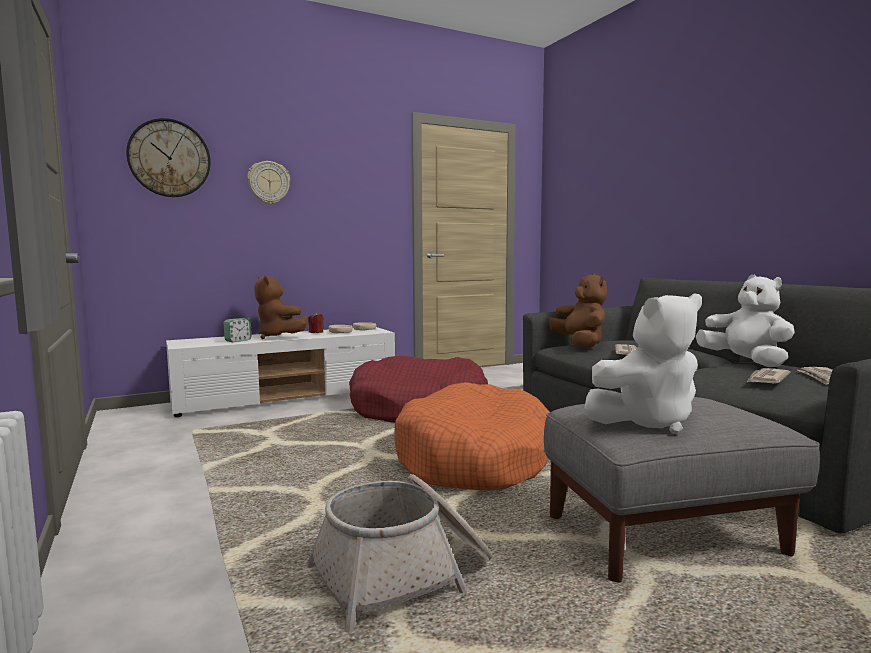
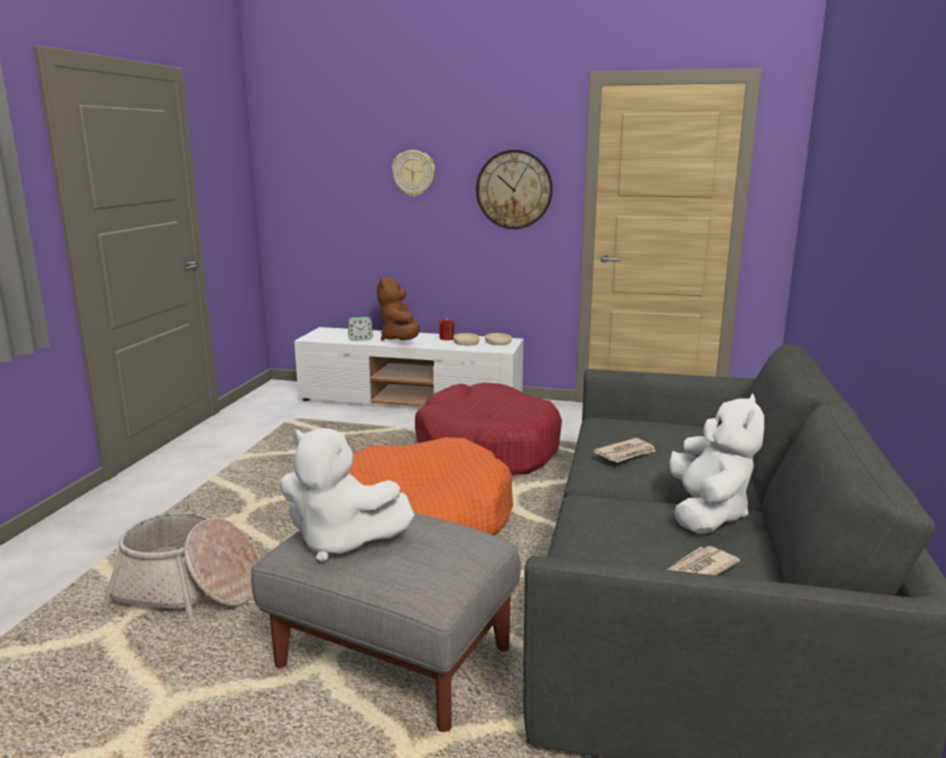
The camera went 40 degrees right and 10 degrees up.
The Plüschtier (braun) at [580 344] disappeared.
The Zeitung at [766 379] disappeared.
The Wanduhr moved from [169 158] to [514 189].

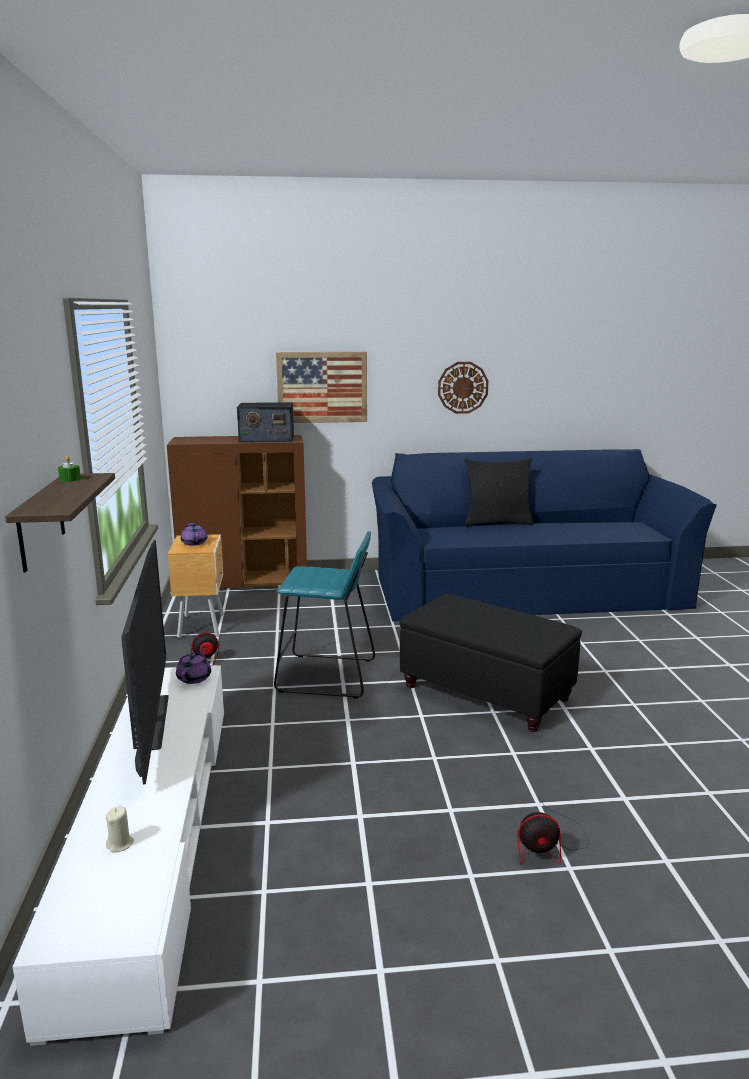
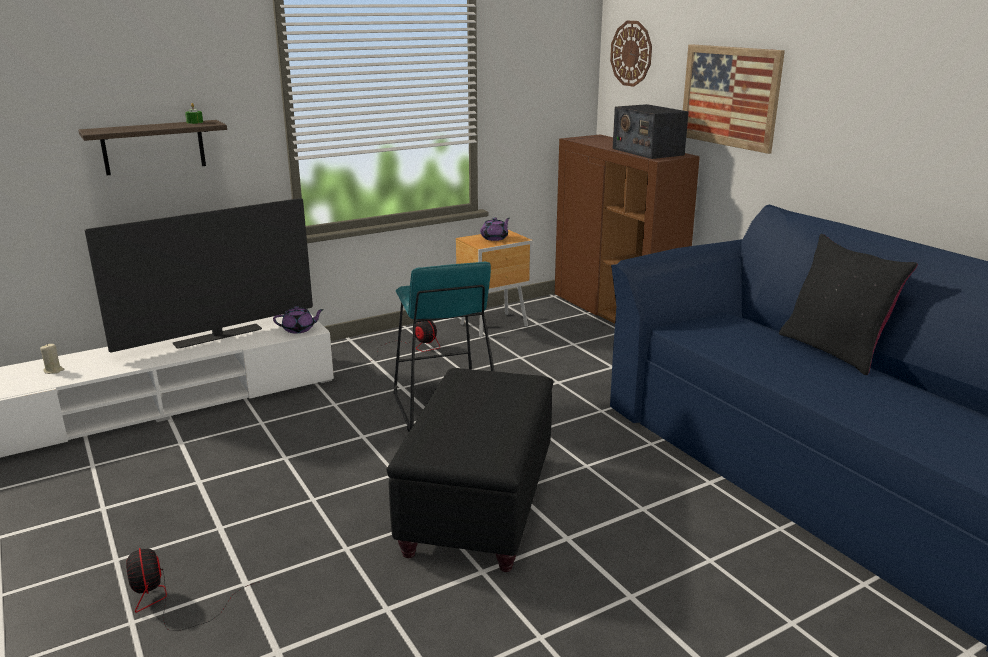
The camera went 65 degrees right and 5 degrees up.
The Wanduhr moved from [463 387] to [631 53].

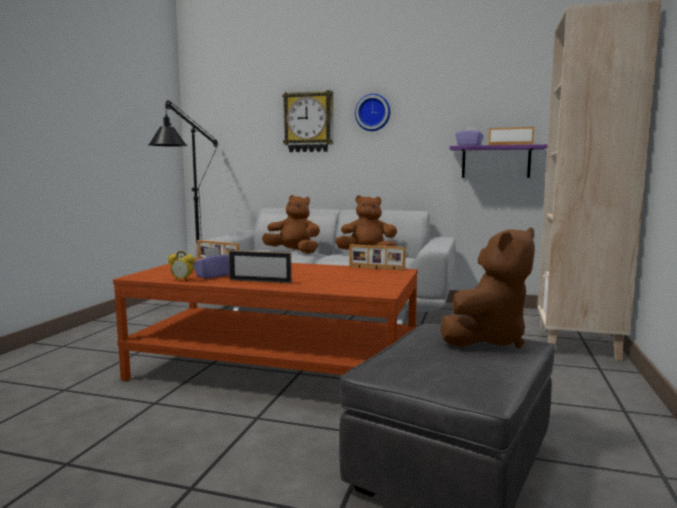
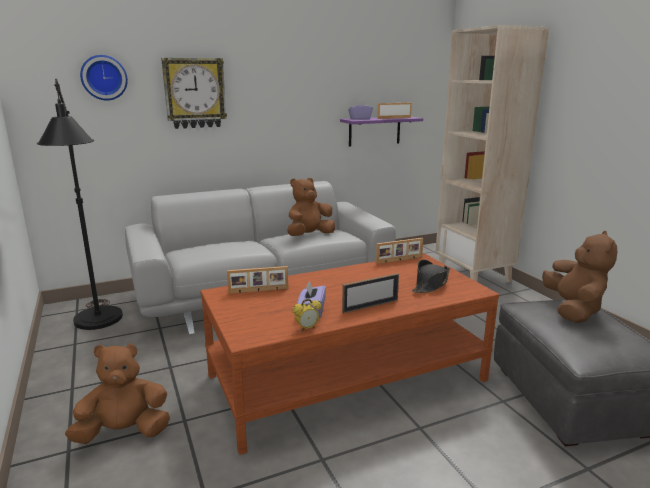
The camera went 40 degrees left and 10 degrees up.
The Hut (schwarz) at [431 284] appeared.
The Plüschtier (braun) moved from [294 252] to [124 432].
The Wanduhr moved from [373 112] to [104 77].

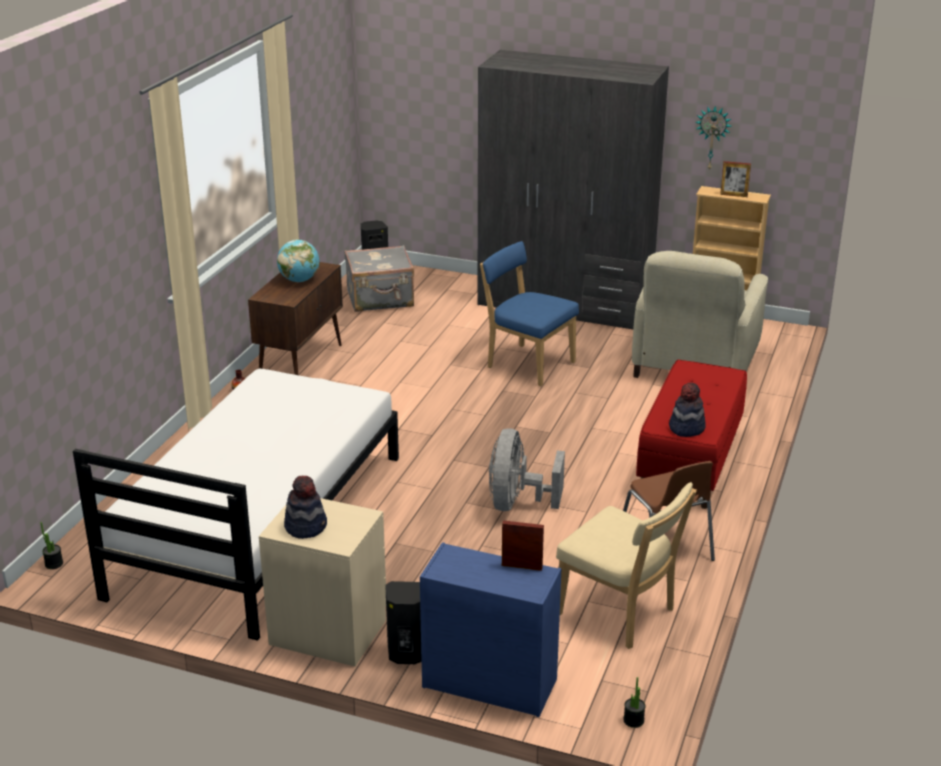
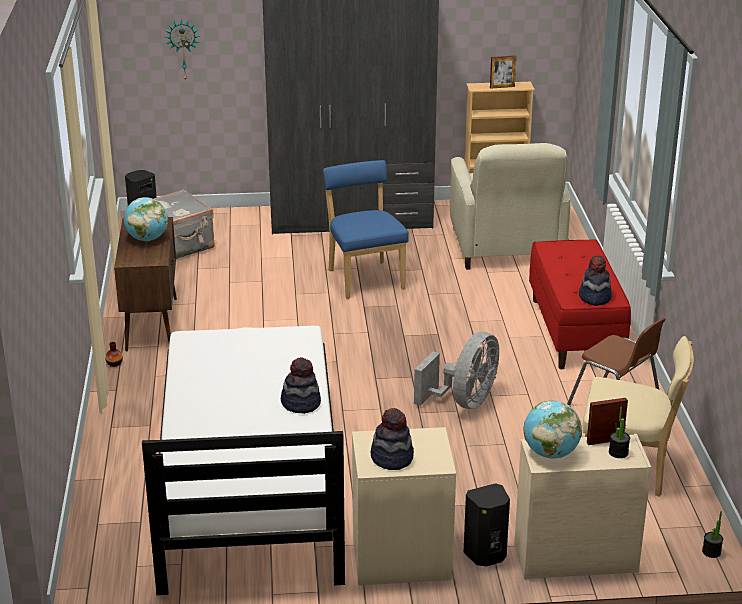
The camera went 25 degrees left and 0 degrees up.
The Hut at [301 403] appeared.
The Globus at [550 453] appeared.
The Topfpflanze moved from [54 564] to [618 452].
The Wanduhr moved from [712 137] to [183 49].
The Kommode (blau) at [488 683] became the Kommode (beige) at [573 558].
The Stuhl (blau) at [527 364] turned 60 degrees clockwise.
The Ventilator (grau) at [517 503] turned 135 degrees counterclockwise.

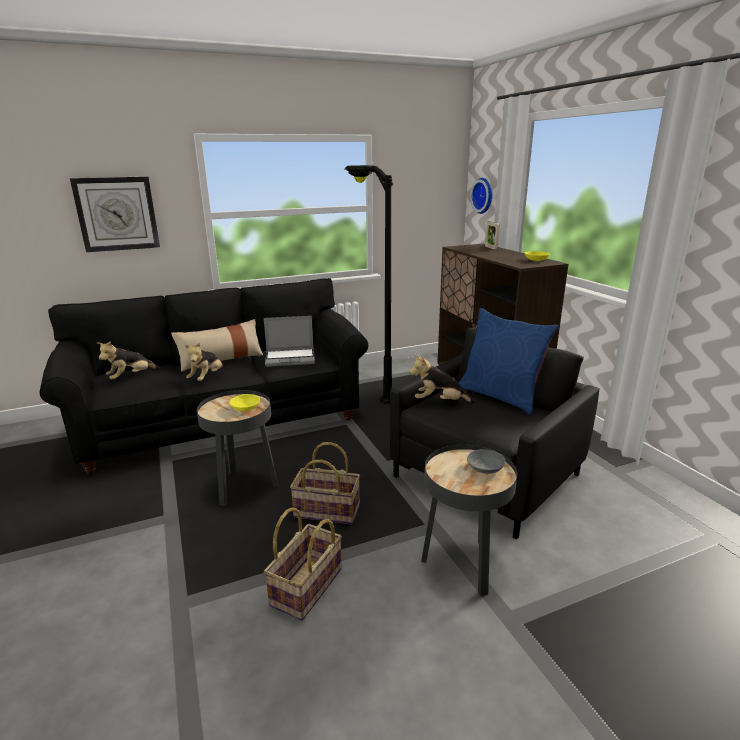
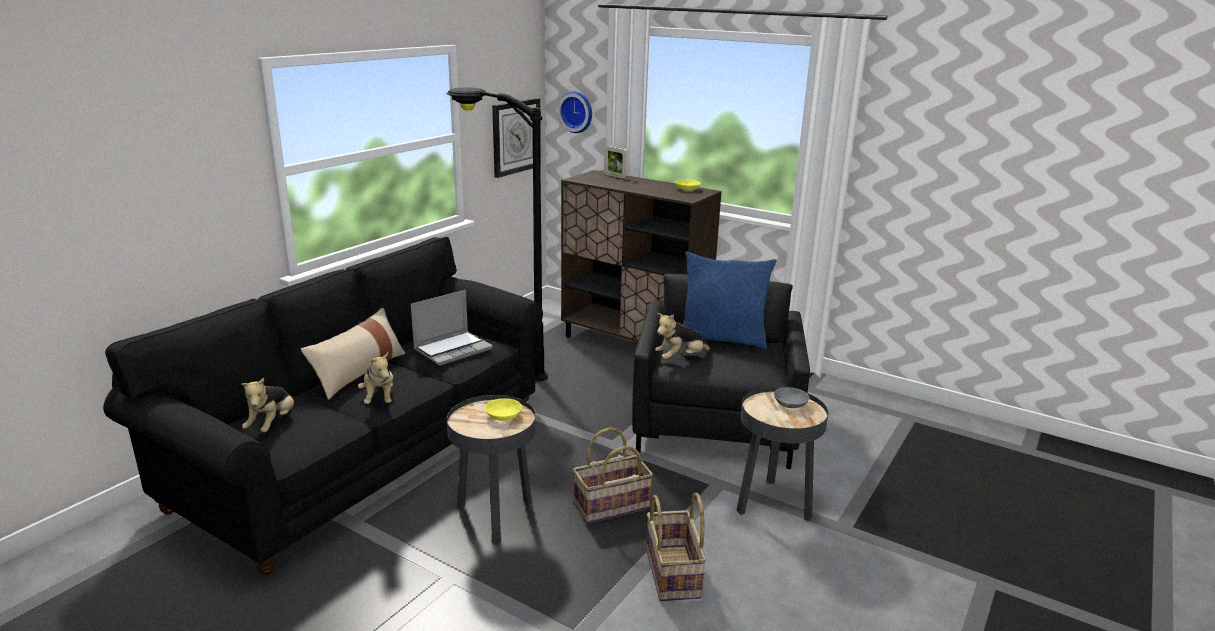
The camera went 35 degrees left and 0 degrees up.
The Wanduhr moved from [117 214] to [516 137].

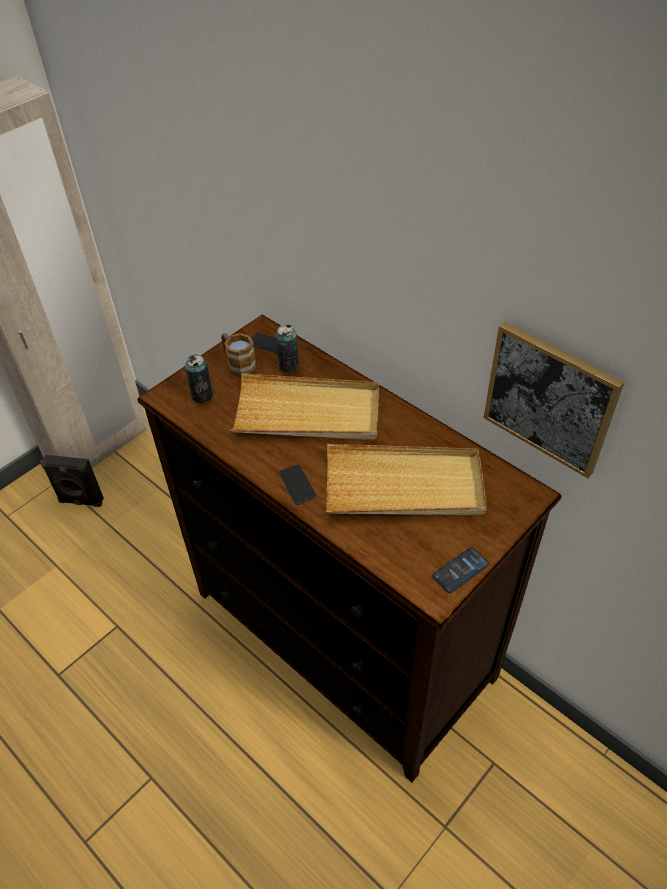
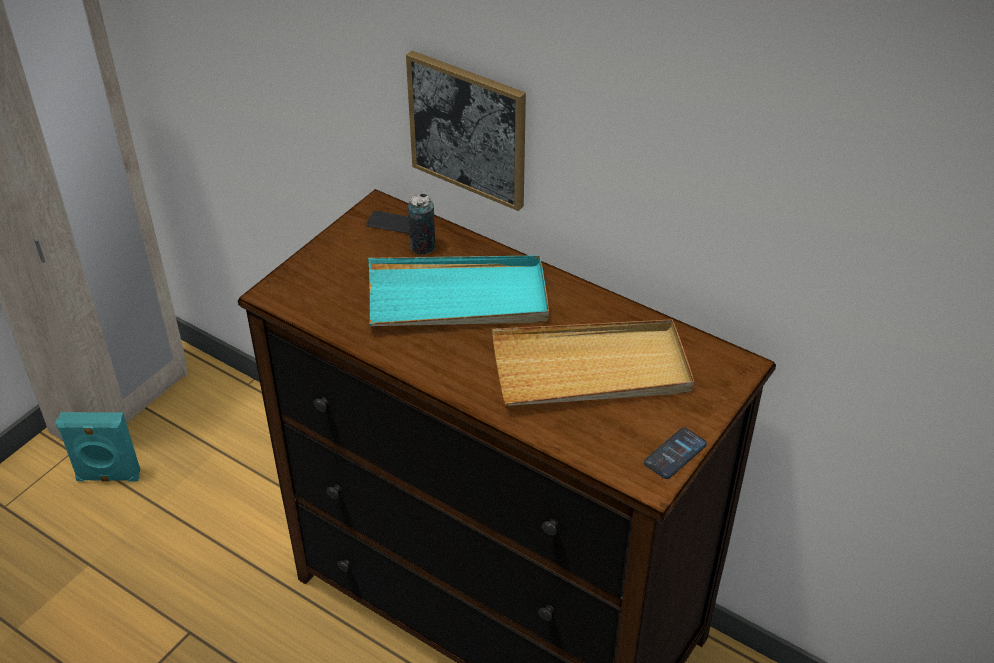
The camera went 10 degrees left and 5 degrees down.
The Dose at [202 396] disappeared.
The Henkelbecher at [238 363] disappeared.
The Handy at [297 485] disappeared.
The Bild moved from [549 399] to [468 129].
The Lautsprecher (schwarz) at [80 501] became the Lautsprecher (türkis) at [108 477].
The Tablett (beige) at [307 412] became the Tablett (türkis) at [458 298].

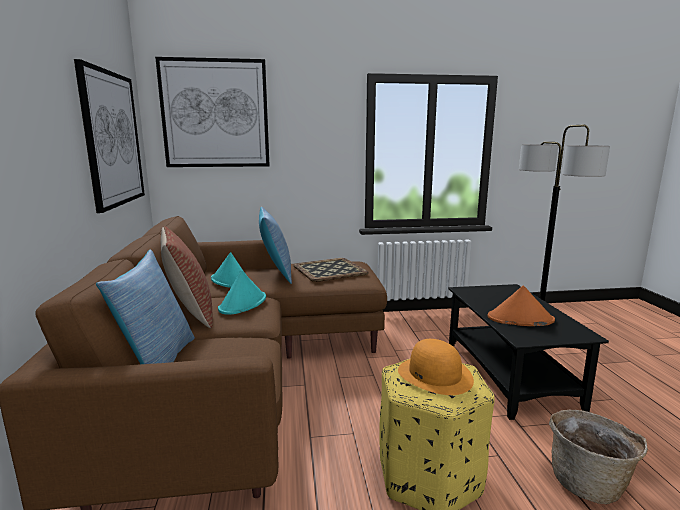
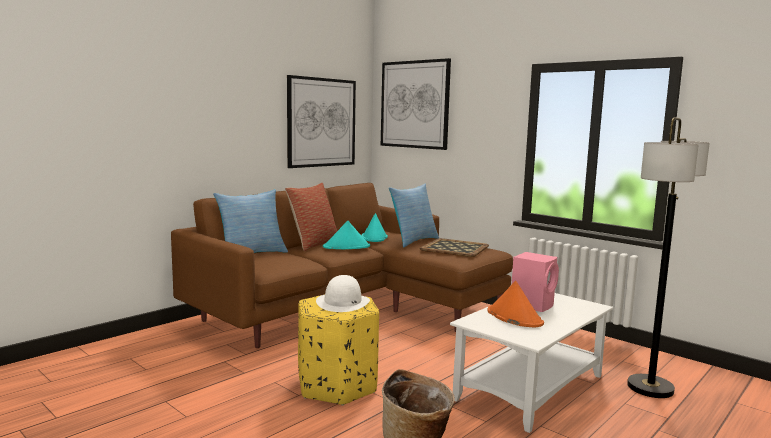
The camera went 50 degrees right and 5 degrees down.
The Lautsprecher (rosa) at [533 304] appeared.
The Hut (orange) at [435 375] became the Hut (weiß) at [343 302].
The Couchtisch (schwarz) at [508 373] became the Couchtisch (weiß) at [530 387].

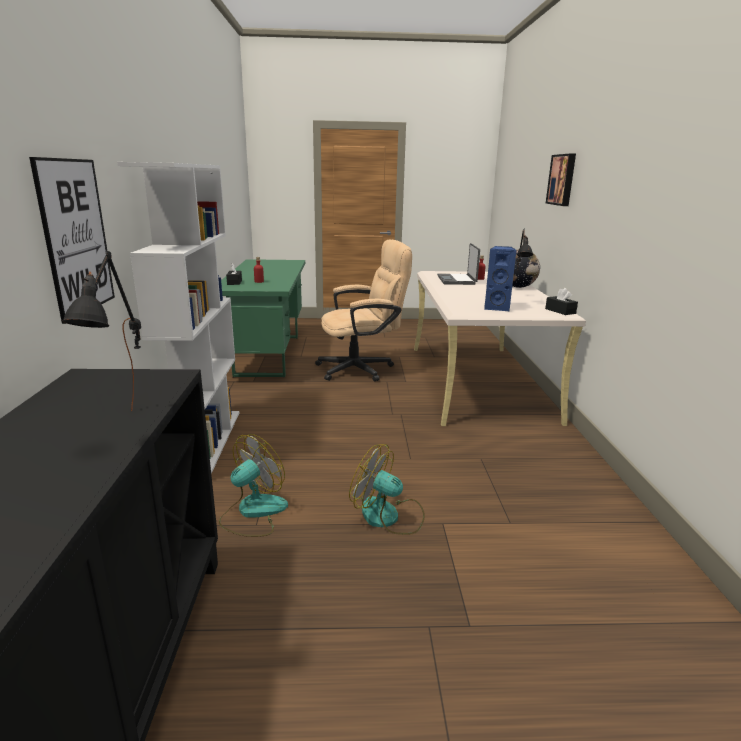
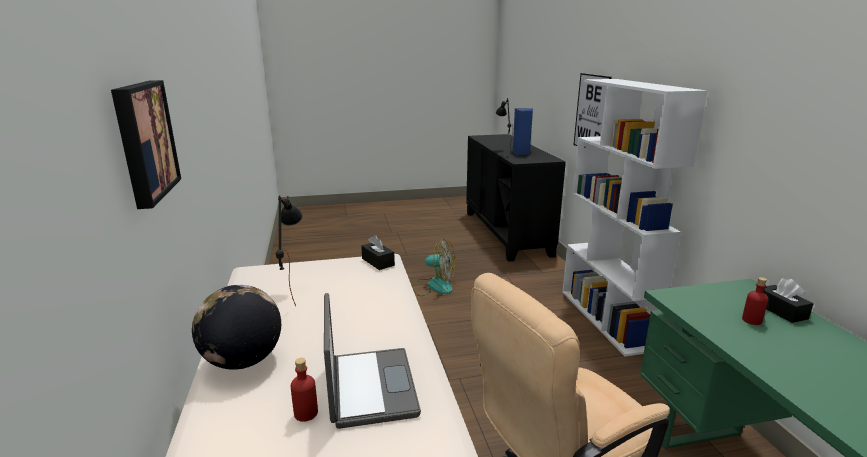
The camera went 170 degrees right and 0 degrees up.
The Ventilator at [253 512] disappeared.
The Lautsprecher (blau) moved from [497 308] to [521 153].
The Taschentuchbox (schwarz) moved from [560 311] to [378 262].

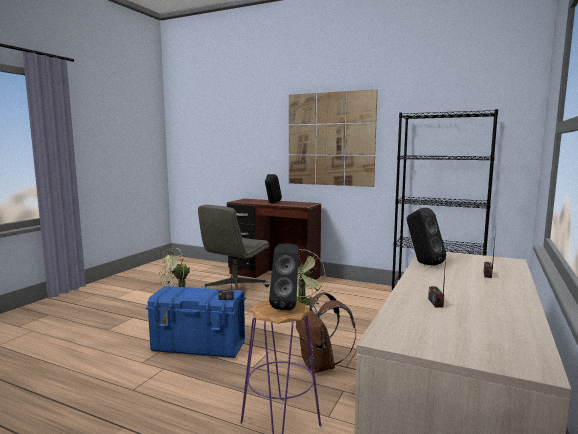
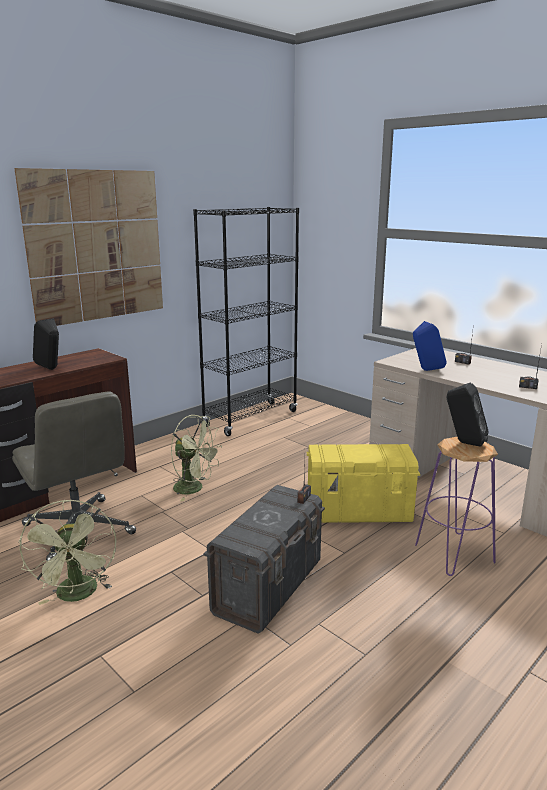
The camera went 70 degrees left and 10 degrees up.
The Rucksack (braun) at [320 366] was replaced by the Aufbewahrungsbox (gelb) at [359 511].
The Aufbewahrungsbox (blau) at [199 346] became the Aufbewahrungsbox (grau) at [269 586].
The Lautsprecher (schwarz) at [422 263] became the Lautsprecher (blau) at [426 370].

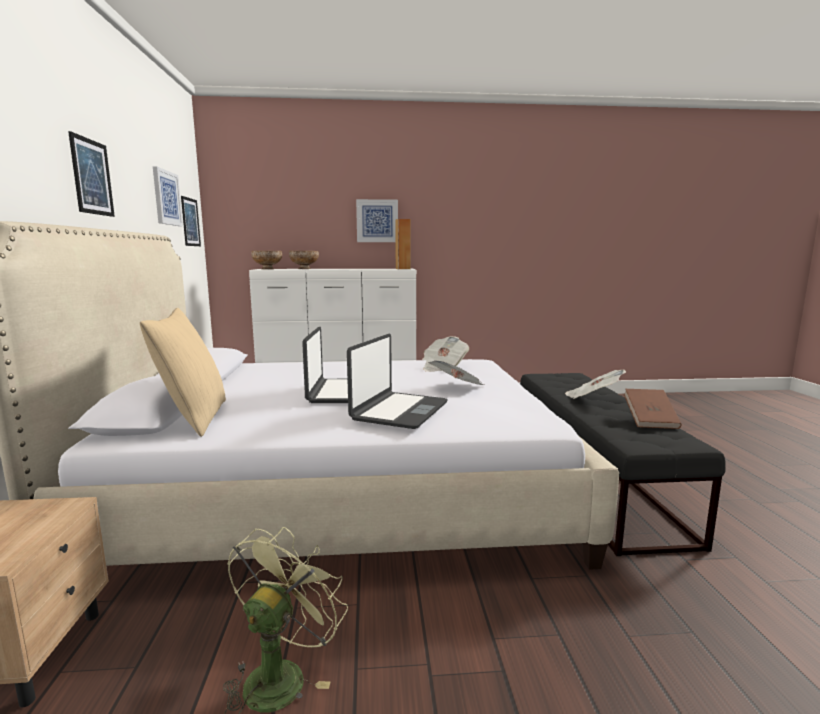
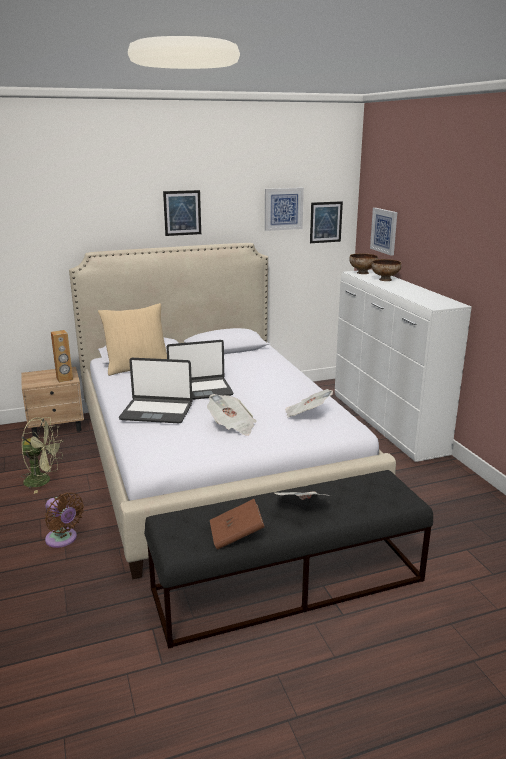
The camera went 75 degrees right and 10 degrees up.
The Ventilator (braun) at [63 539] appeared.
The Bild moved from [377 221] to [384 231].
The Lautsprecher (braun) moved from [403 269] to [64 379].

